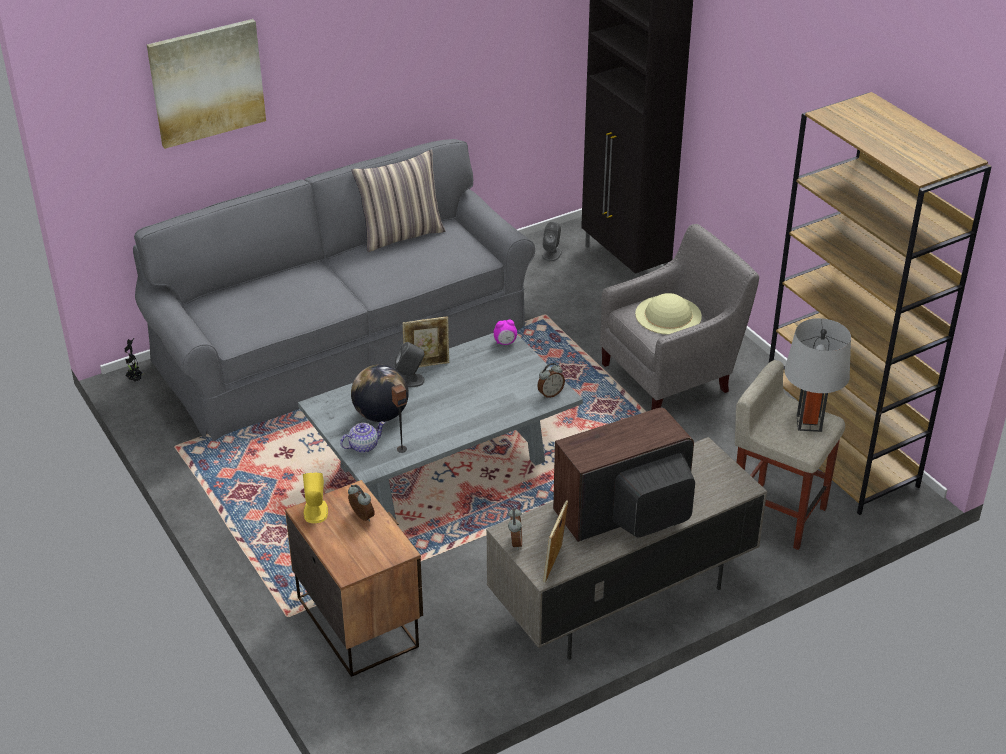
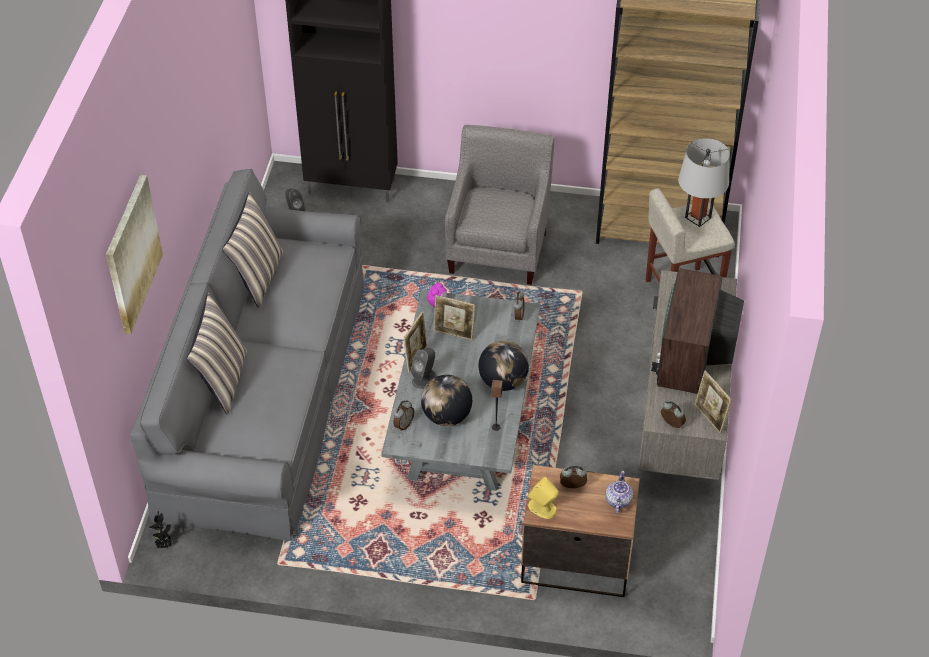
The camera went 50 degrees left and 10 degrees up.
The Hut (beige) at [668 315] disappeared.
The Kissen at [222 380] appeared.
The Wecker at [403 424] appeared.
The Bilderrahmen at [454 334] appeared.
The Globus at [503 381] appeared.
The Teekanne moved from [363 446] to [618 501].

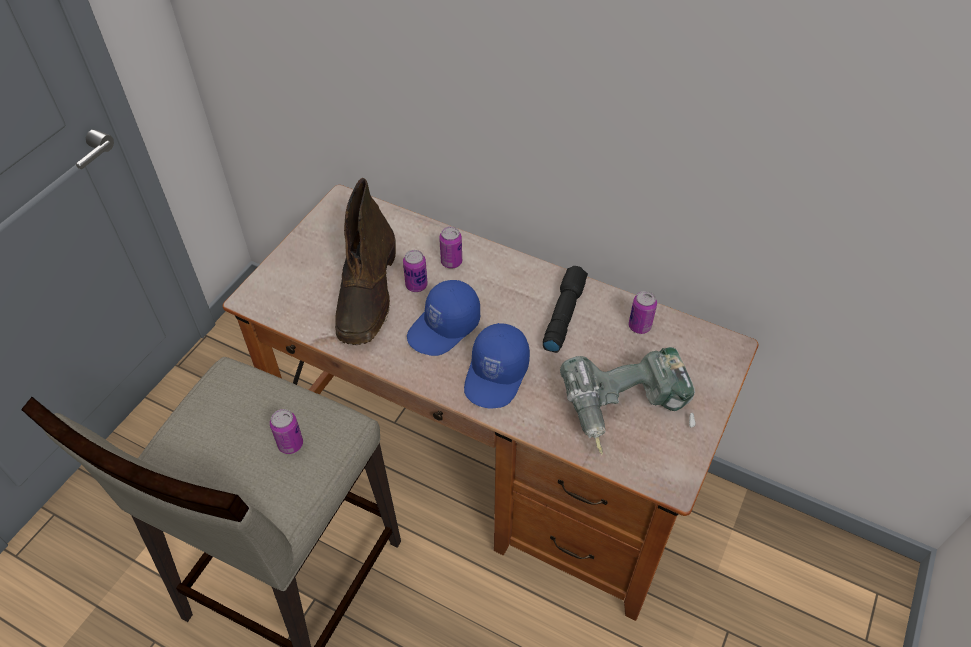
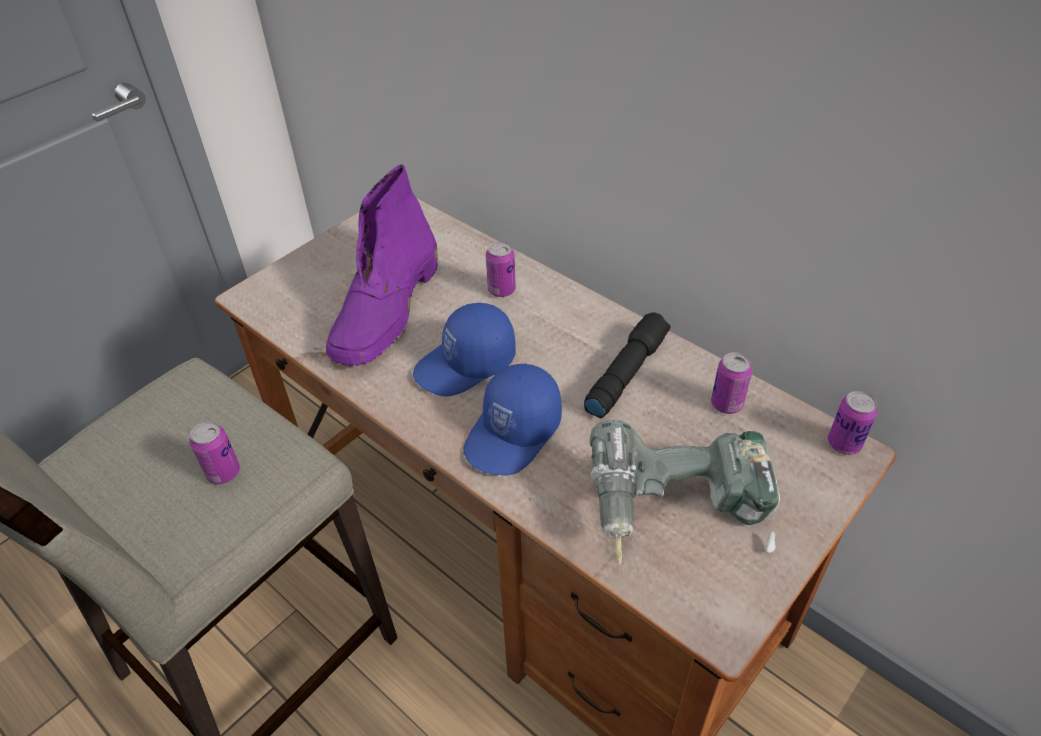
The camera went 15 degrees right and 5 degrees down.
The Dose moved from [416 285] to [844 444].
The Stiefel (braun) at [367 293] became the Stiefel (lila) at [386 311].

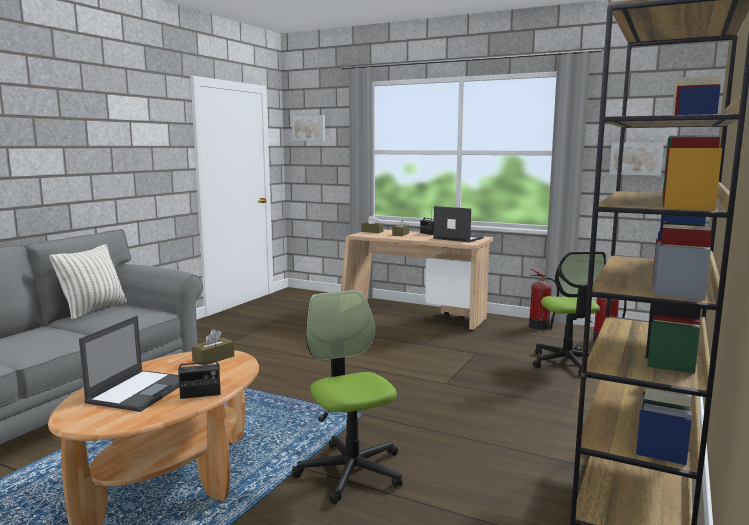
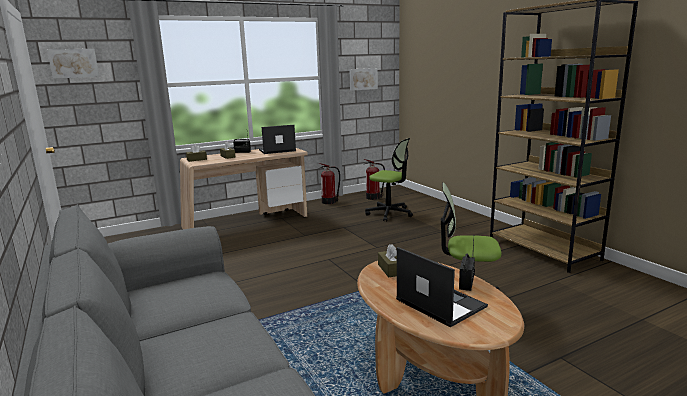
The camera went 55 degrees left and 5 degrees up.
The Kissen at [94 310] disappeared.

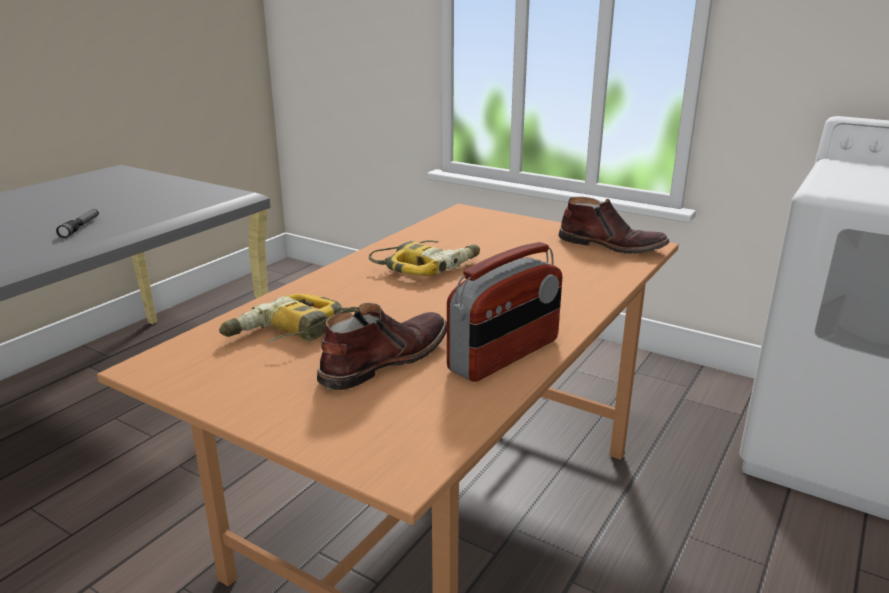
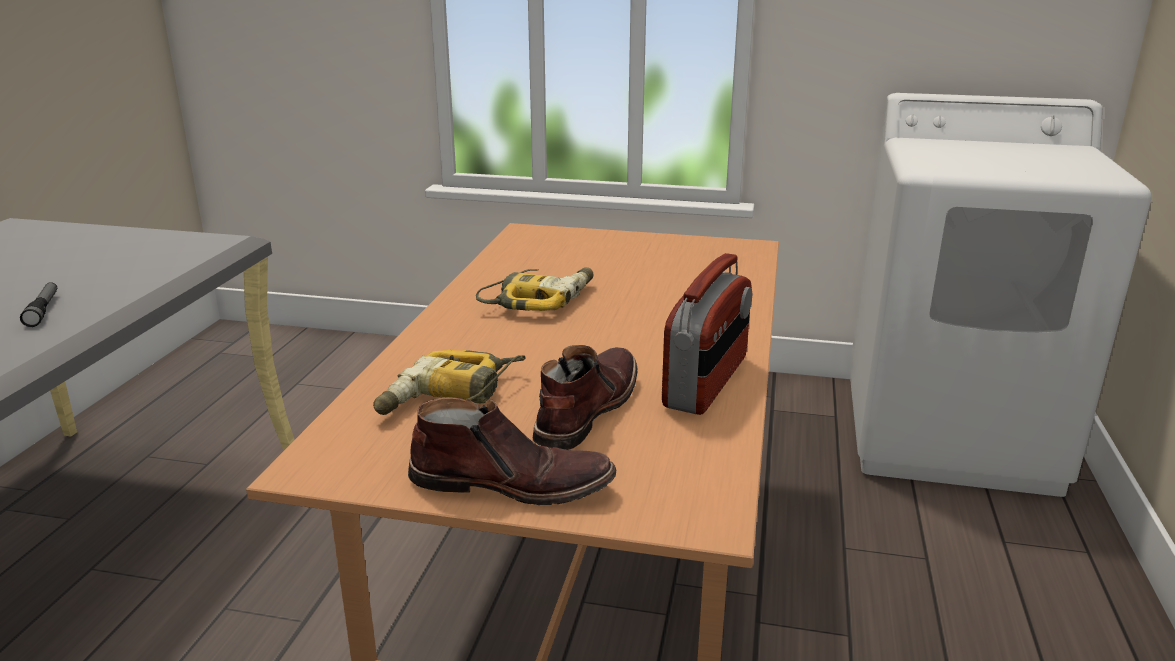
The camera went 20 degrees left and 0 degrees up.
The Stiefel (braun) moved from [612 245] to [512 483].

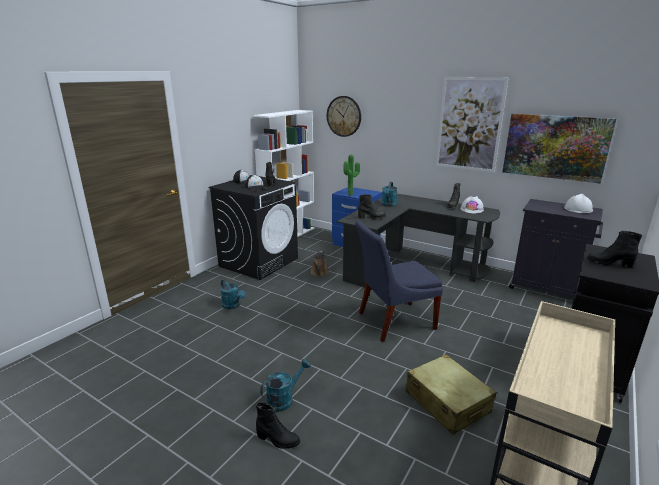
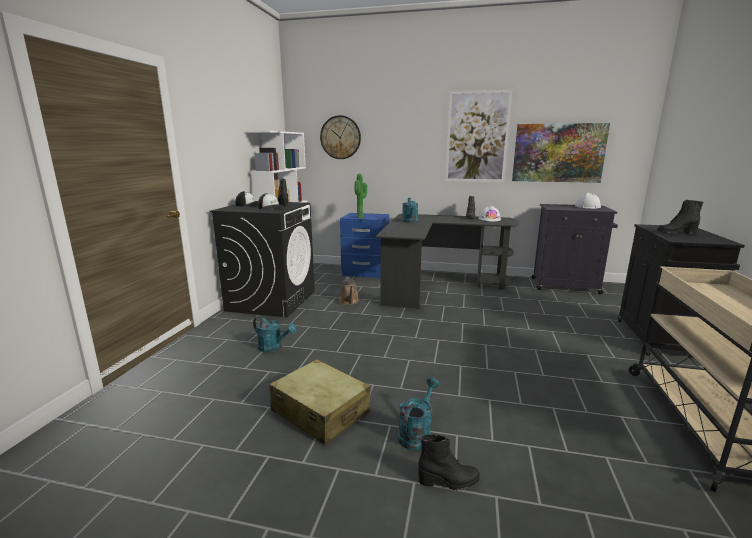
The camera went 20 degrees left and 5 degrees down.
The Stuhl (blau) at [392 321] disappeared.
The Stiefel (schwarz) at [371 218] disappeared.
The Koffer (beige) moved from [447 402] to [320 412].

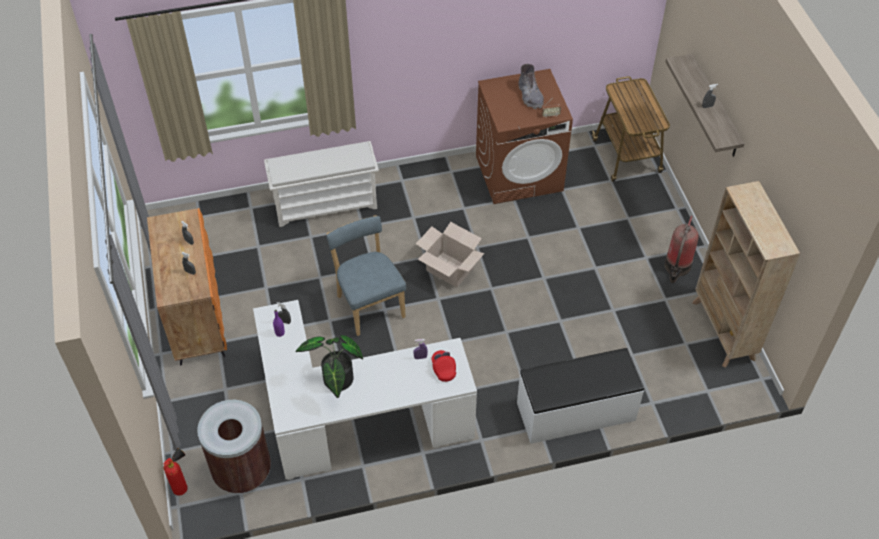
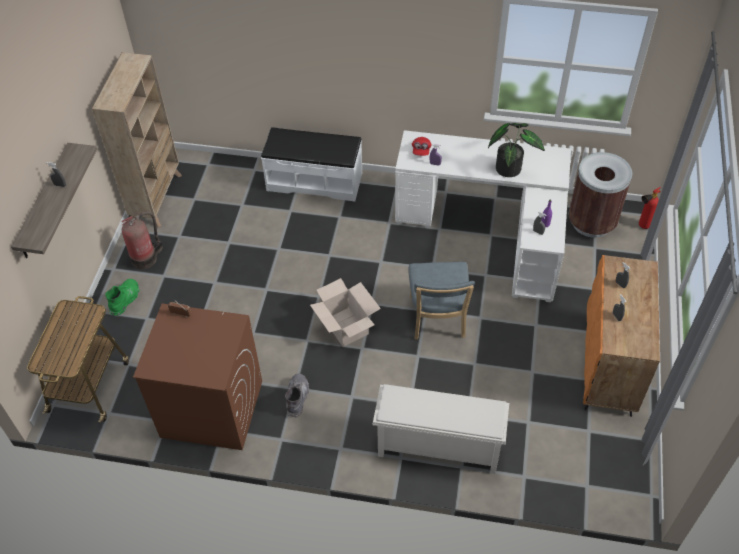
The camera went 155 degrees left and 0 degrees up.
The Stiefel (grün) at [125 300] appeared.
The Stiefel (grau) moved from [530 96] to [297 397].

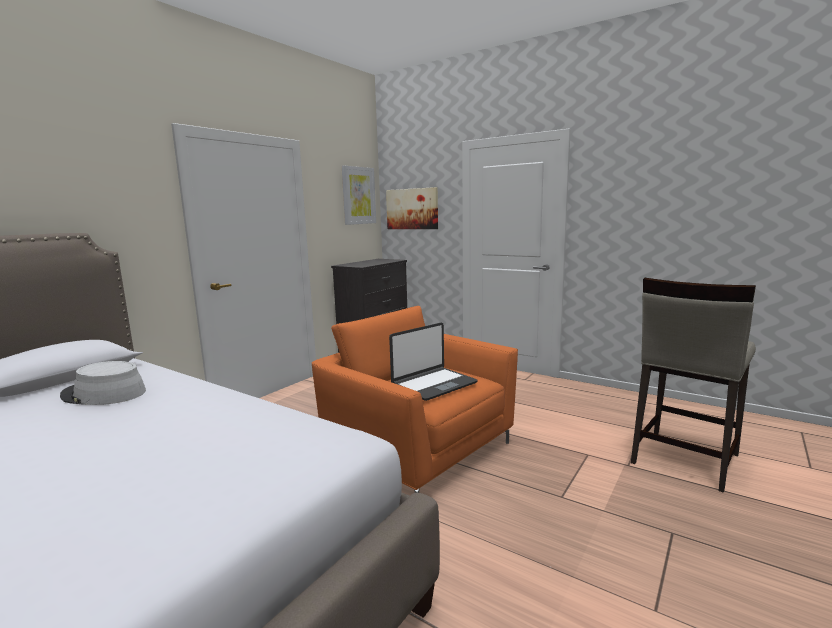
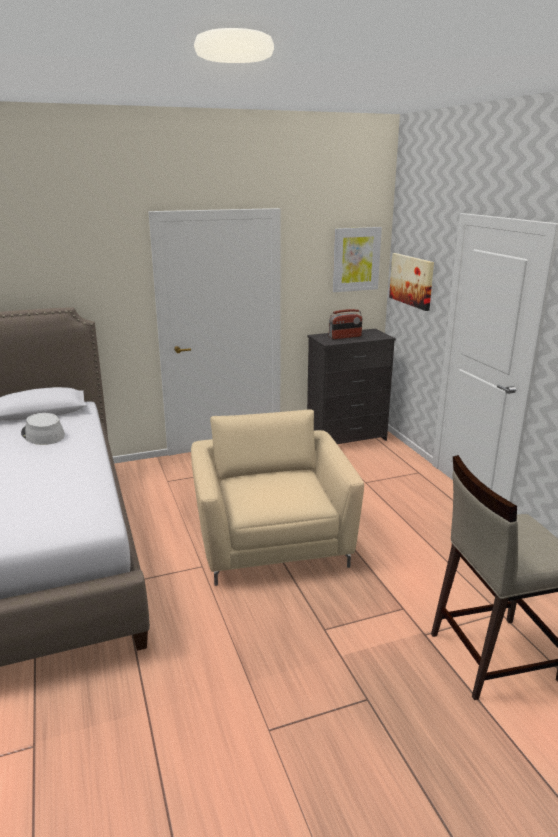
The camera went 35 degrees right and 10 degrees up.
The Laptop at [433 384] disappeared.
The Radio at [345 337] appeared.
The Sessel (orange) at [418 449] became the Sessel (beige) at [272 541].

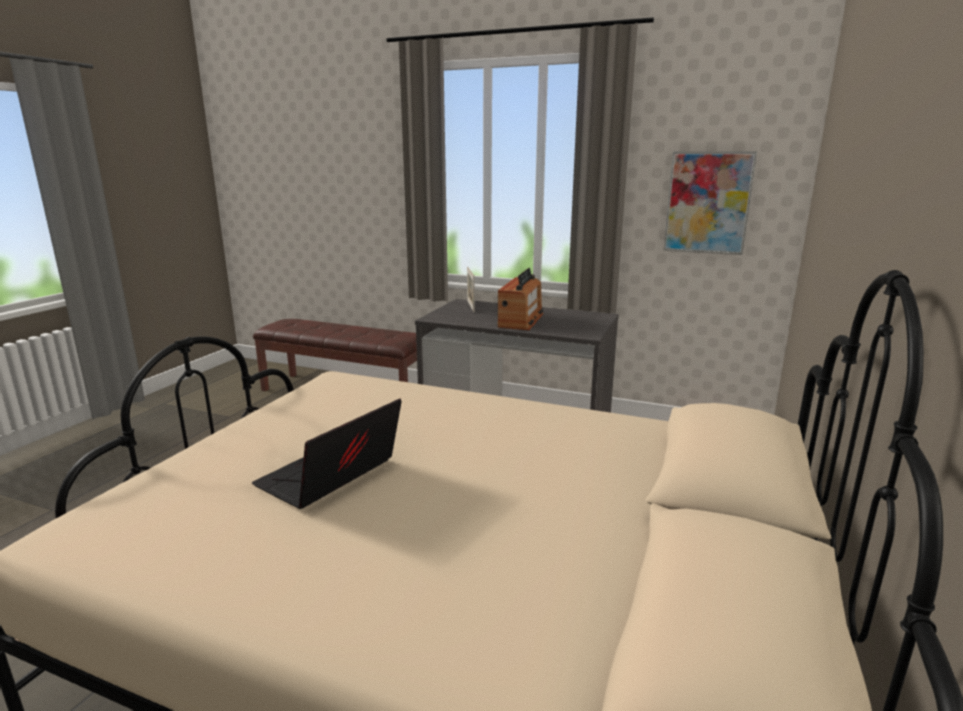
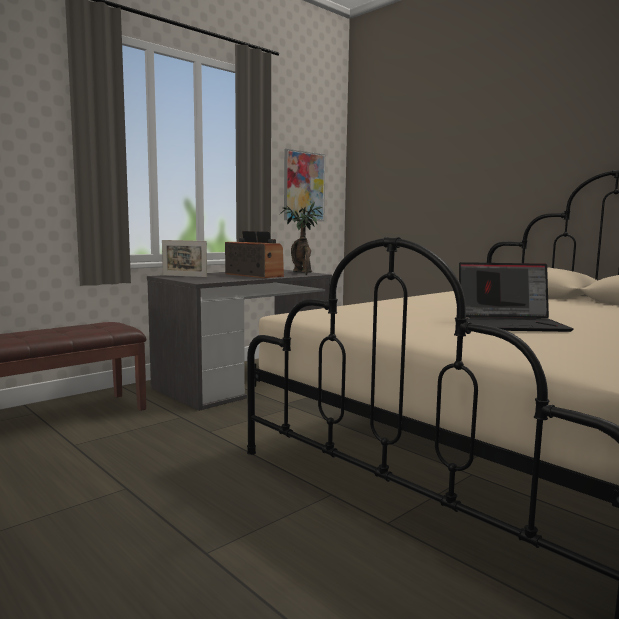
The camera went 65 degrees left and 10 degrees down.
The Topfpflanze at [302 273] appeared.
The Laptop at [330 477] turned 60 degrees counterclockwise.

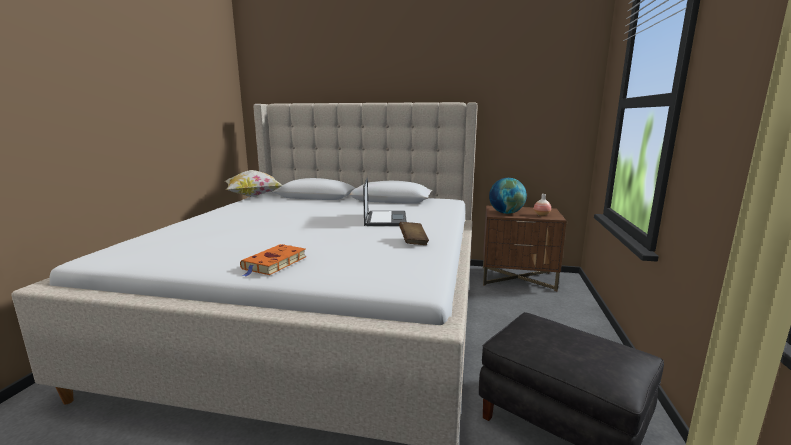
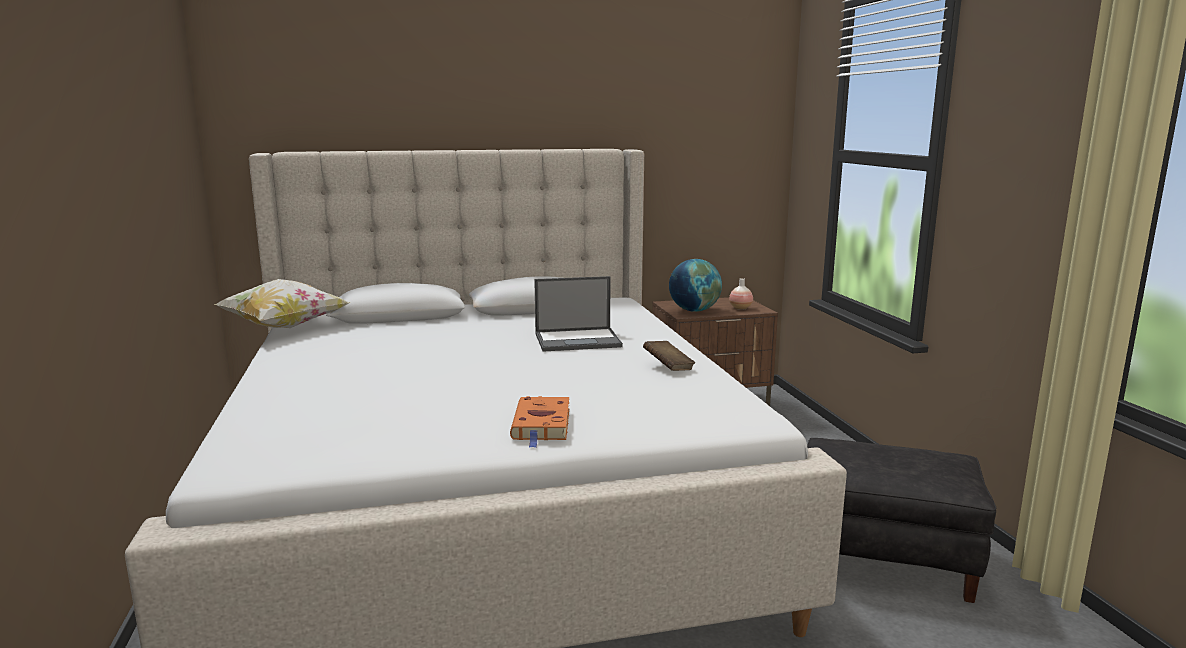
The camera went 25 degrees left and 0 degrees up.
The Laptop at [385 219] turned 105 degrees clockwise.

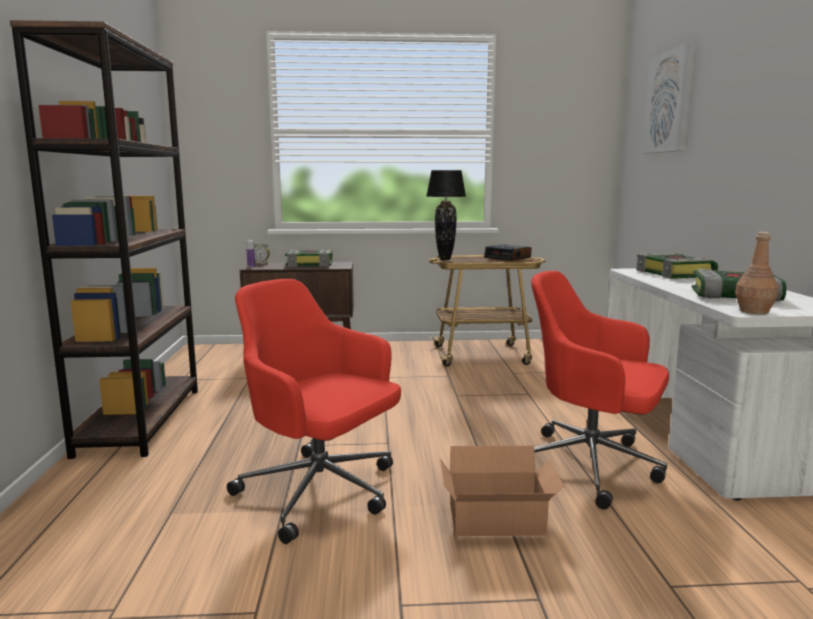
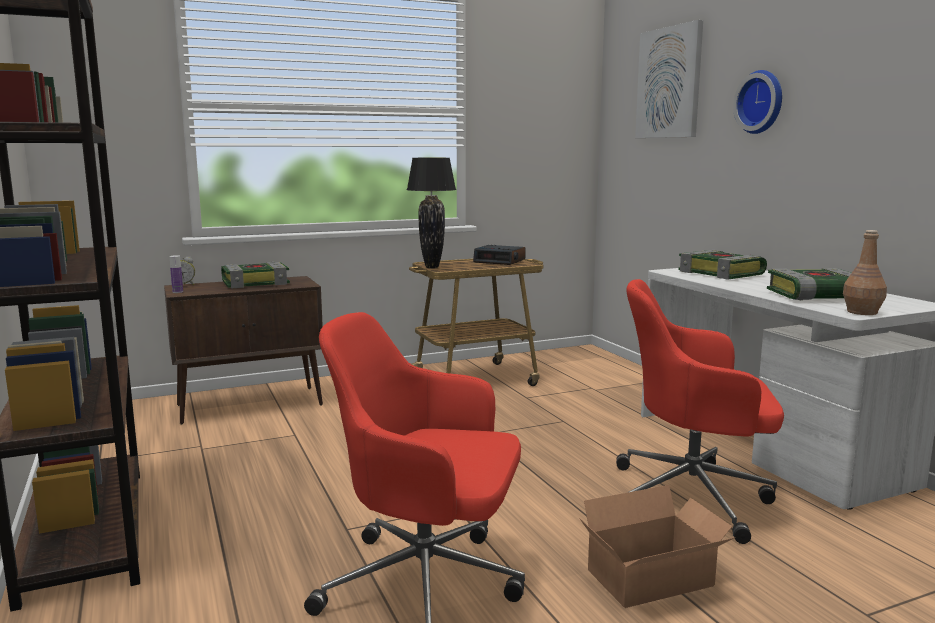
The camera went 20 degrees left and 0 degrees up.
The Wanduhr at [762 102] appeared.

